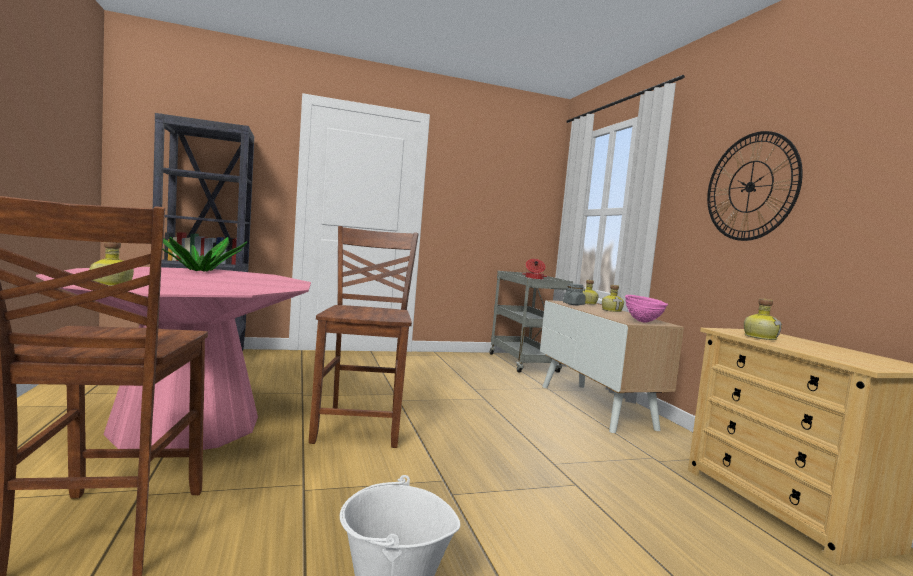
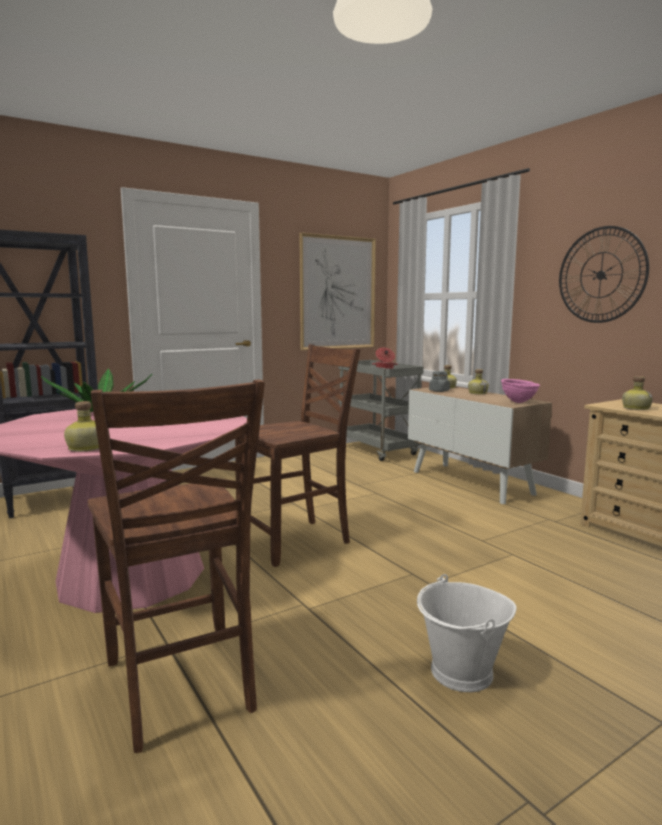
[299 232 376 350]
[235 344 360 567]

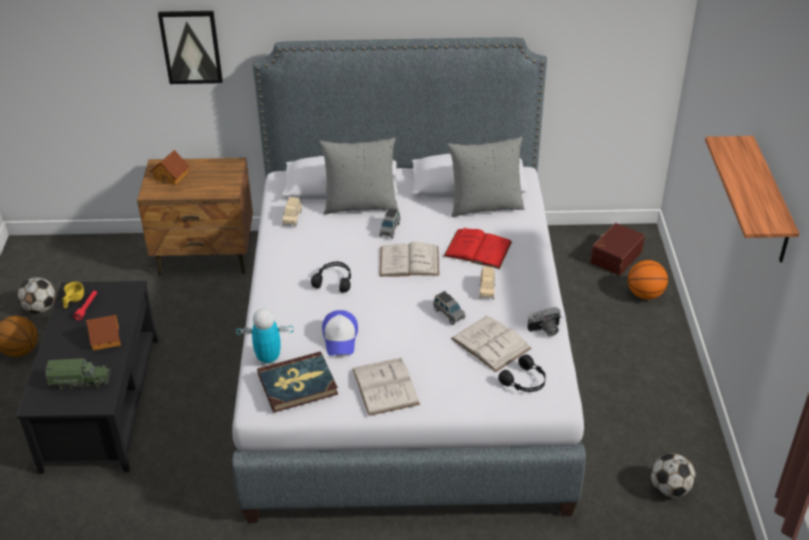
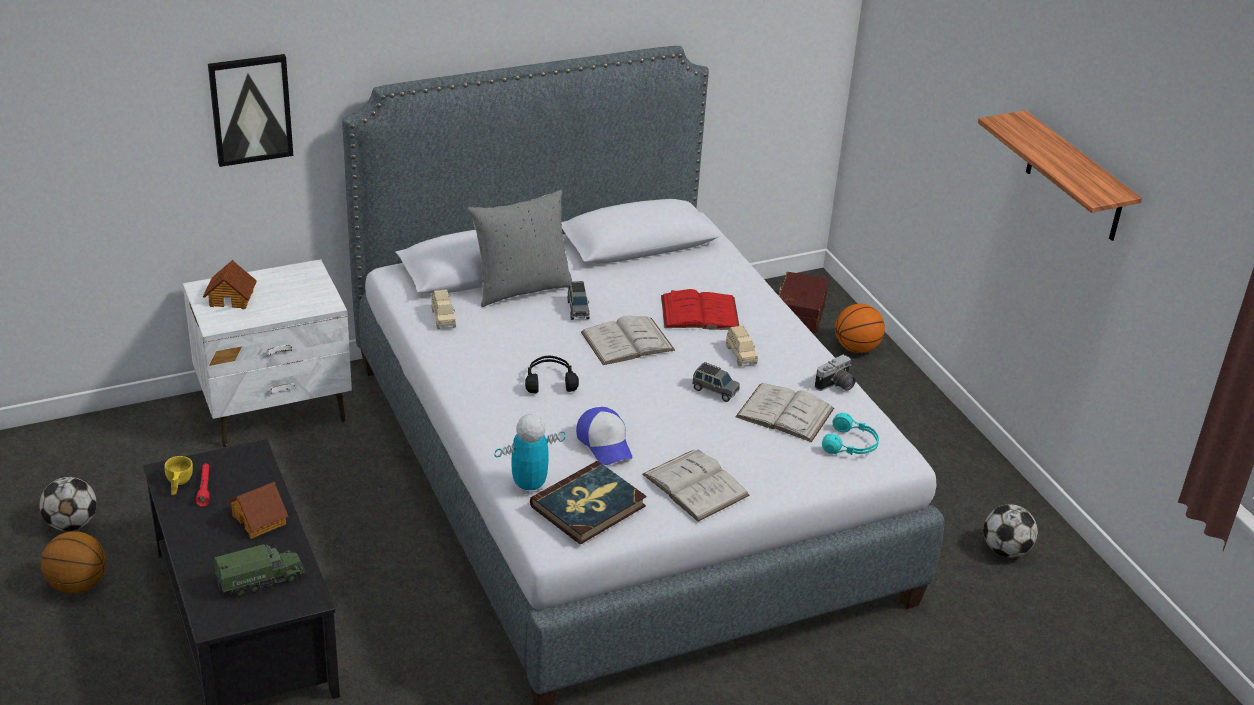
[448 137 525 217] (first image)
[183 259 352 447]
[822 413 879 455]

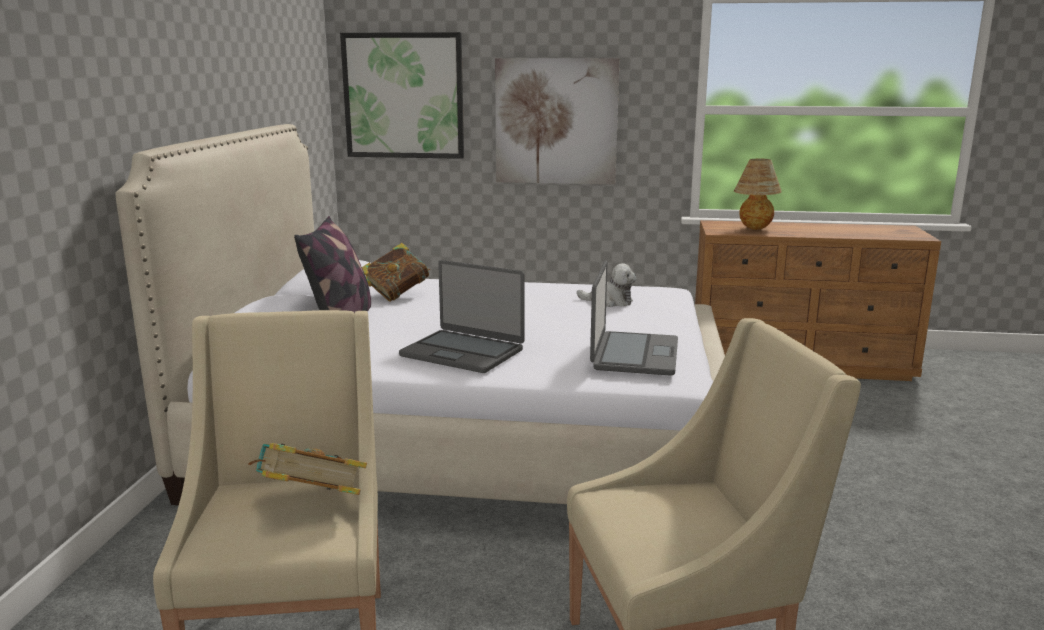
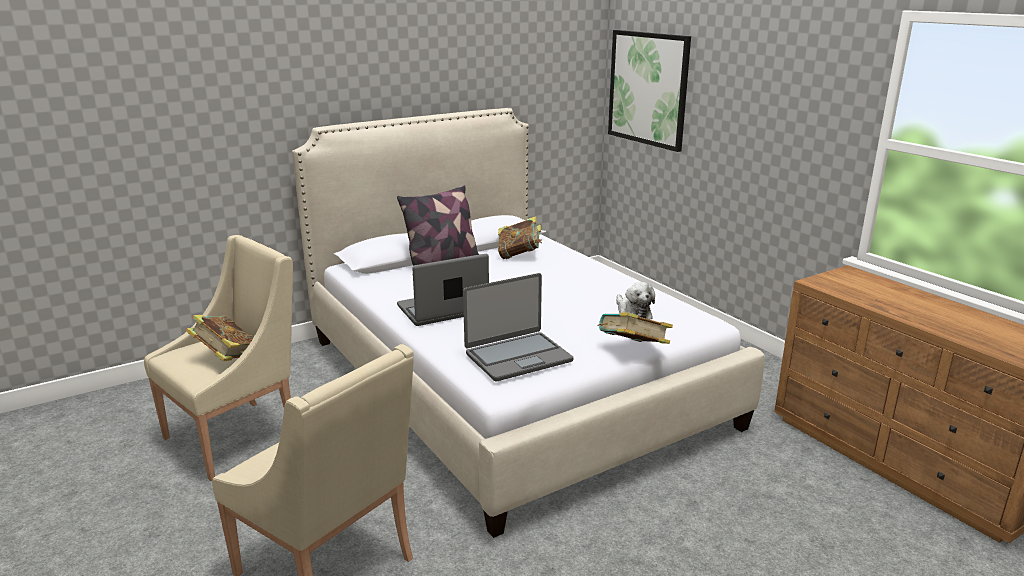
[495 58 620 185] (first image)
[734 159 782 230] (first image)
[597 312 673 344]
[397 254 489 326]

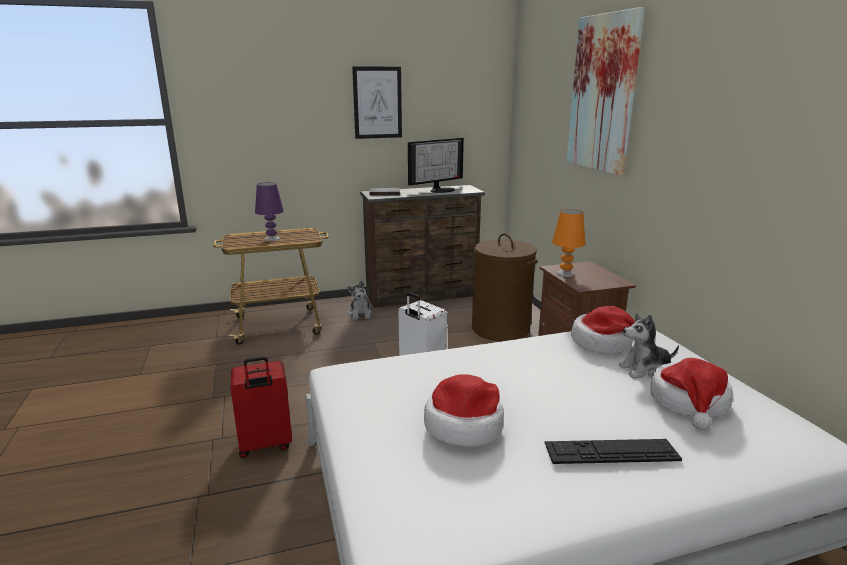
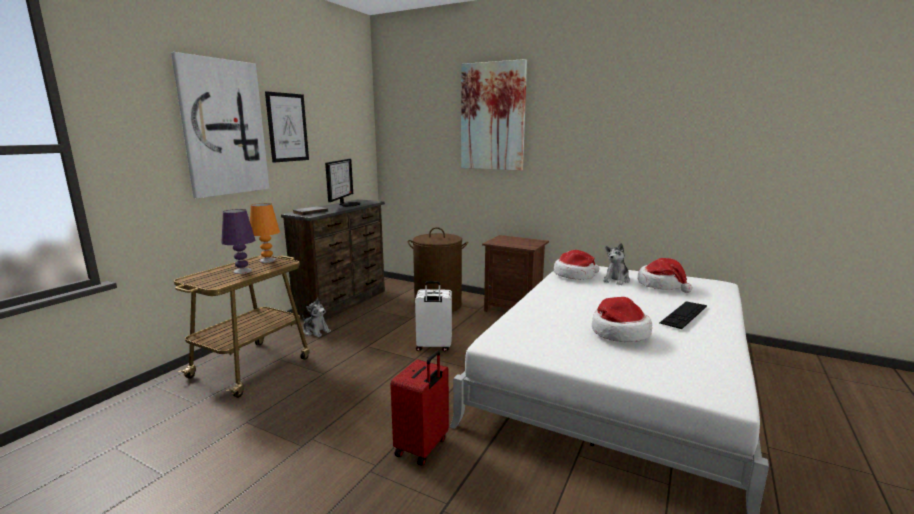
[171 52 269 198]
[250 203 280 263]

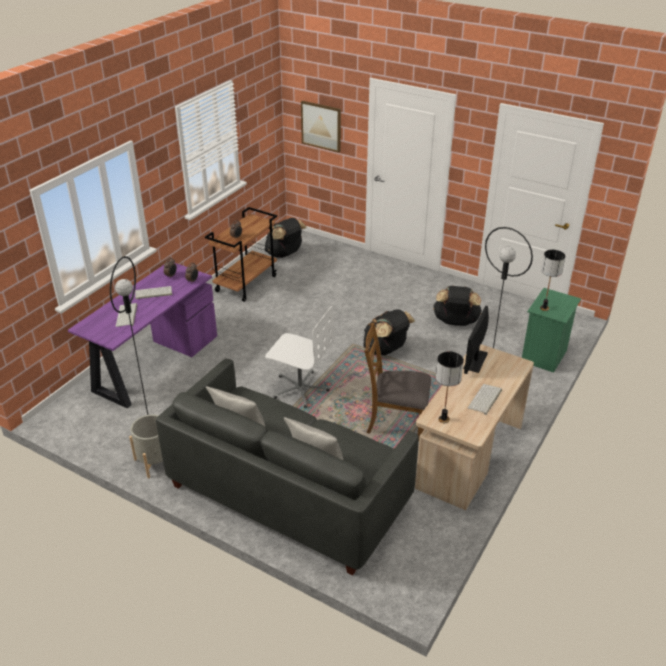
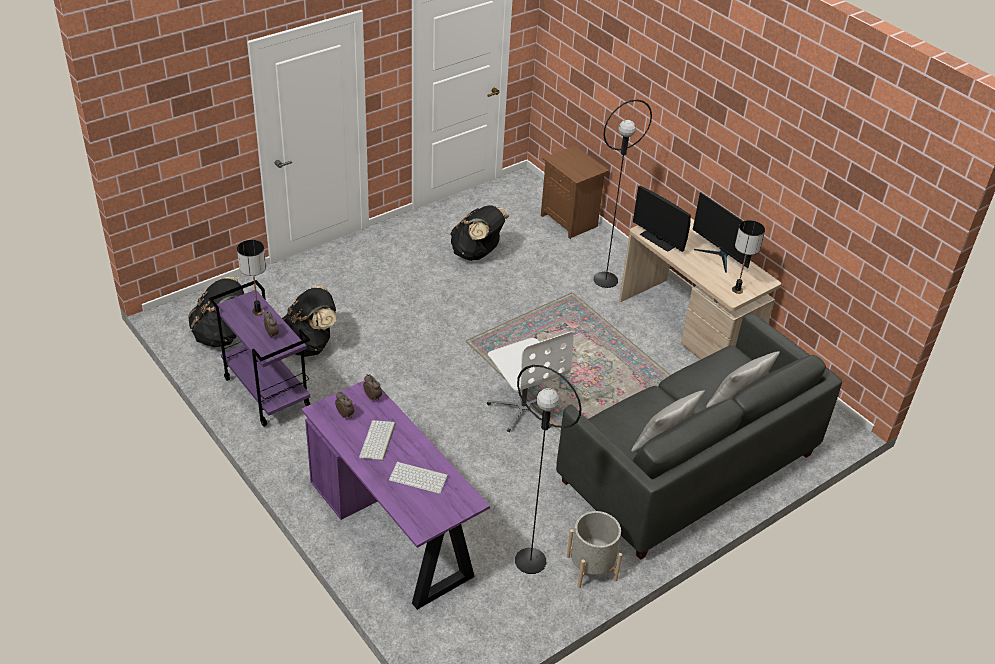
[301 101 341 152] (first image)
[364 323 431 442] (first image)
[282 286 336 357]
[237 240 266 316]
[692 192 751 273]
[209 280 310 427]
[541 146 609 239]
[487 332 574 432]

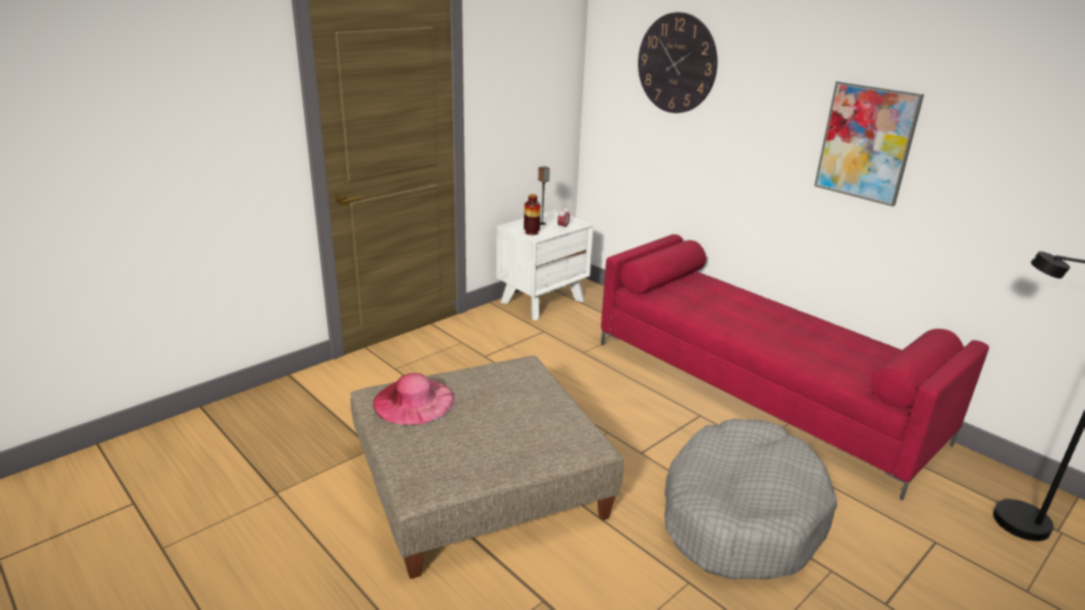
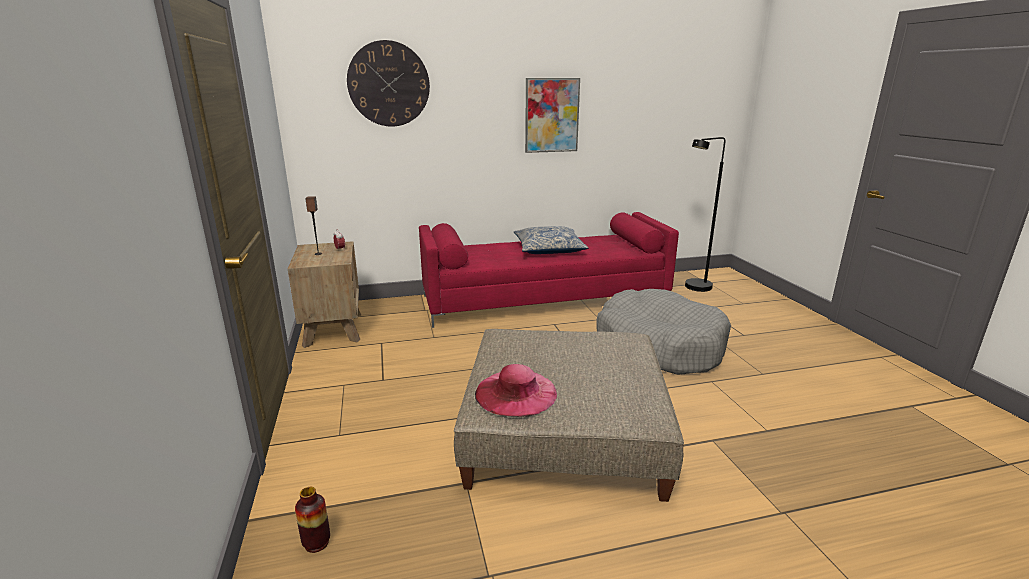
[513 226 589 254]
[295 487 330 553]
[288 241 361 348]

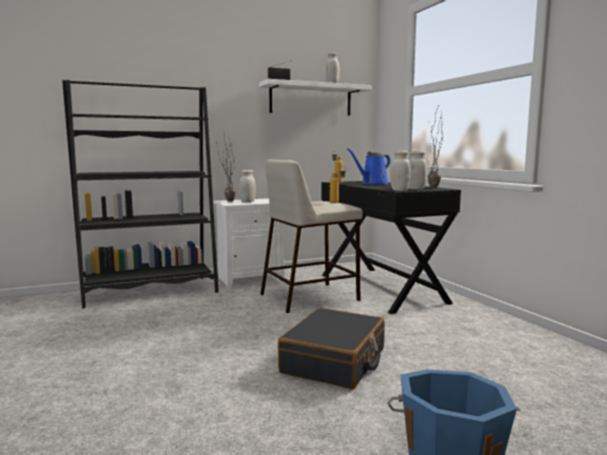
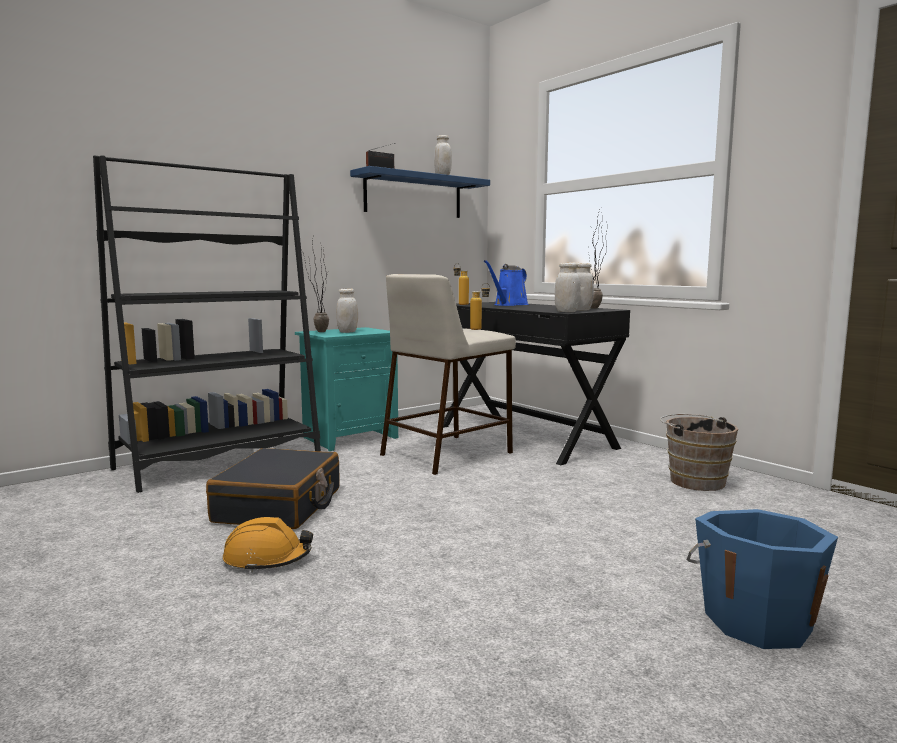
[223 517 313 572]
[660 414 738 491]
[206 448 340 529]
[295 327 398 451]
[350 166 490 218]

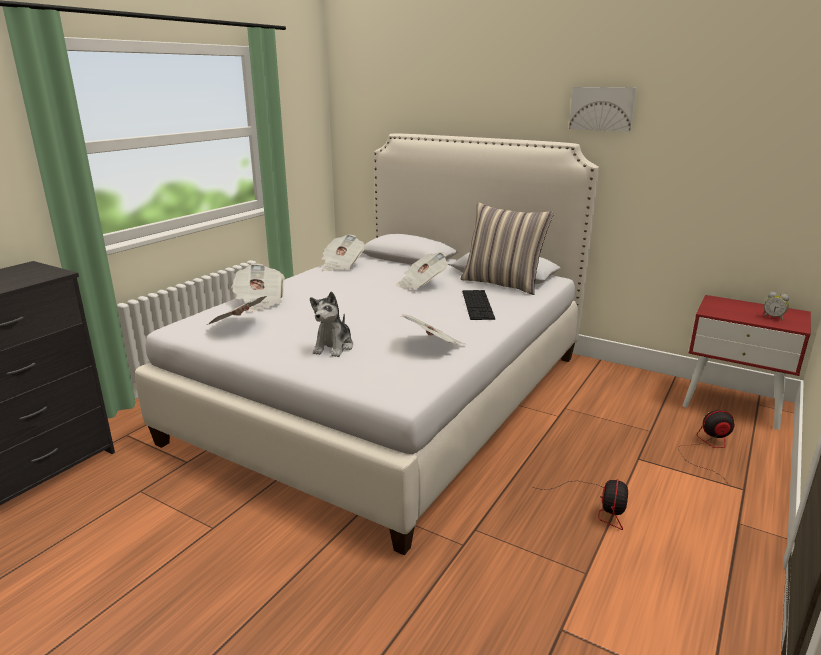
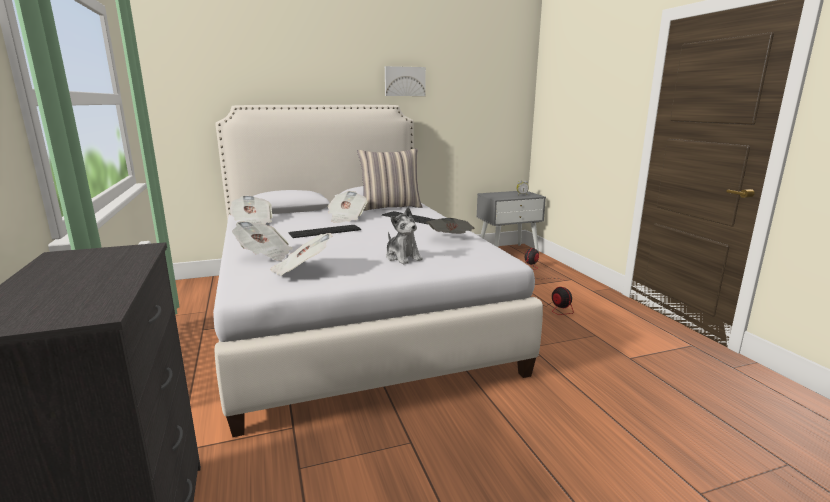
[288 225 361 238]
[476 191 546 252]

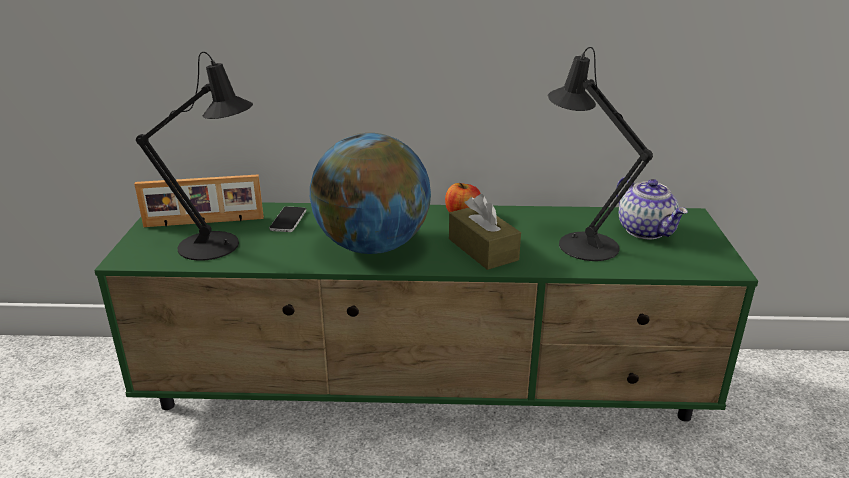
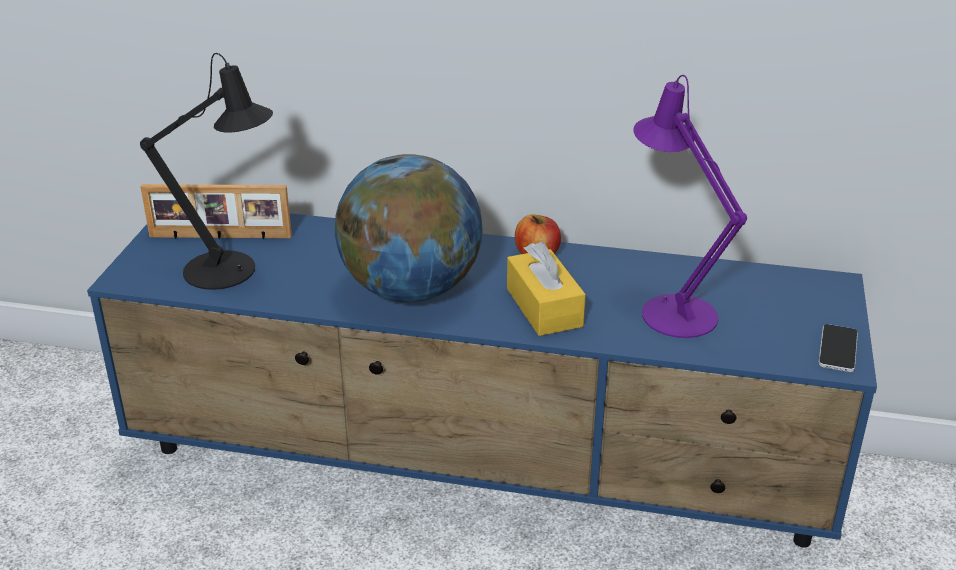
[616 177 688 239] (first image)
[818 324 858 372]
[87 213 877 548]
[507 241 586 336]
[633 75 747 338]

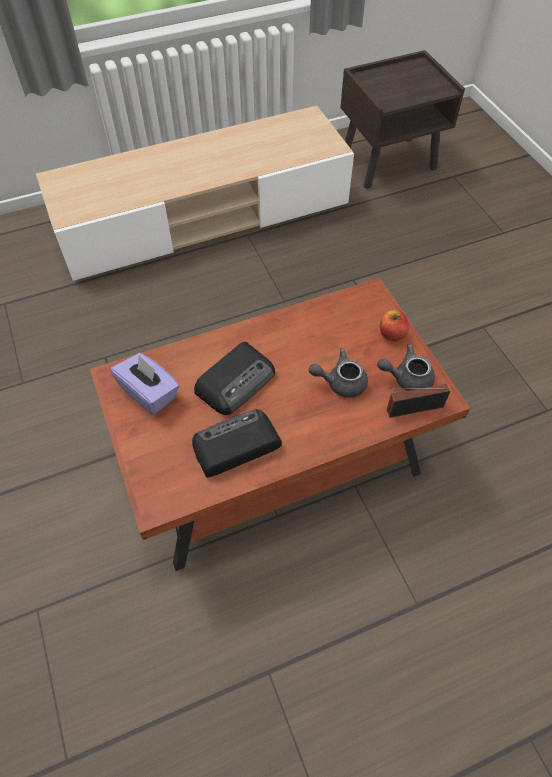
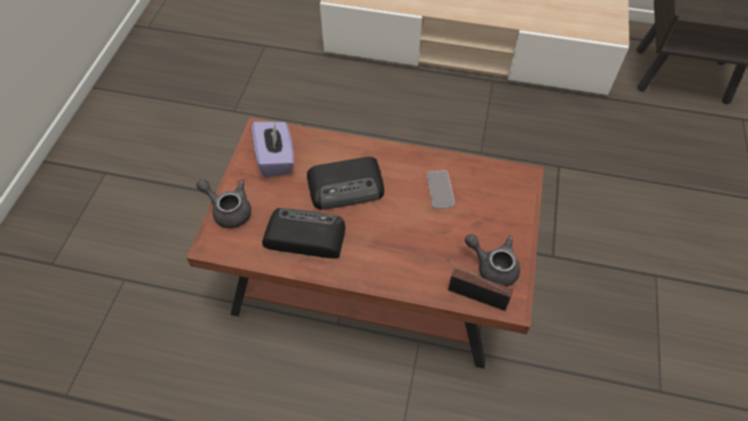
[380 310 409 341] (first image)
[427 170 455 209]
[196 179 251 228]

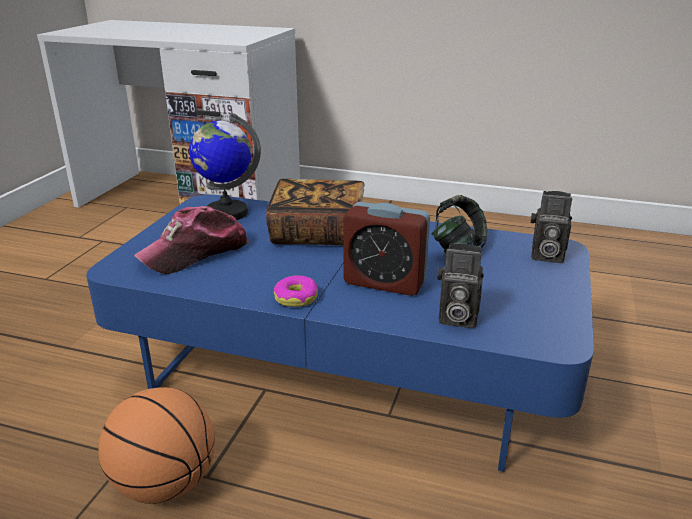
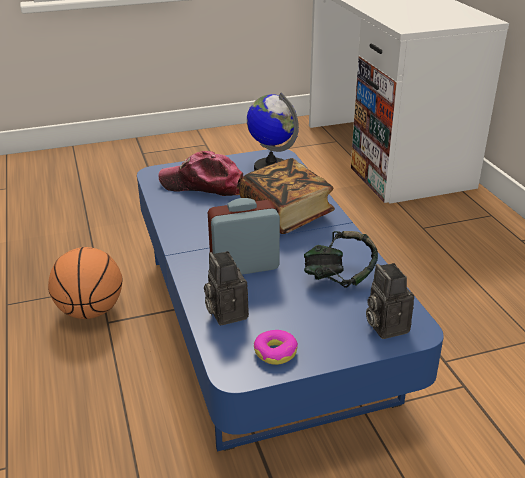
[254 330 298 365]
[208 198 280 275]

